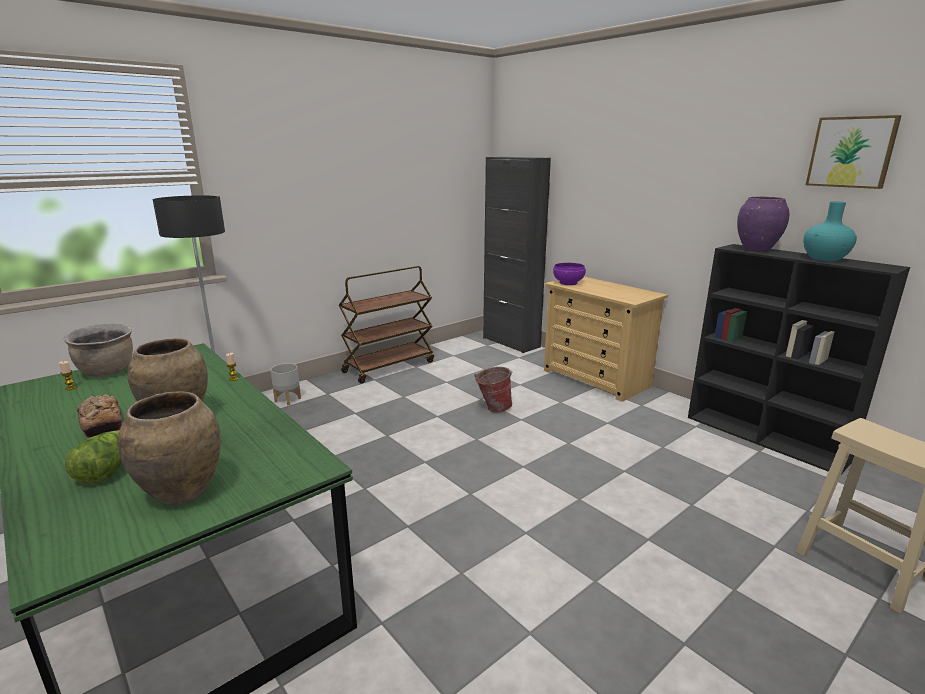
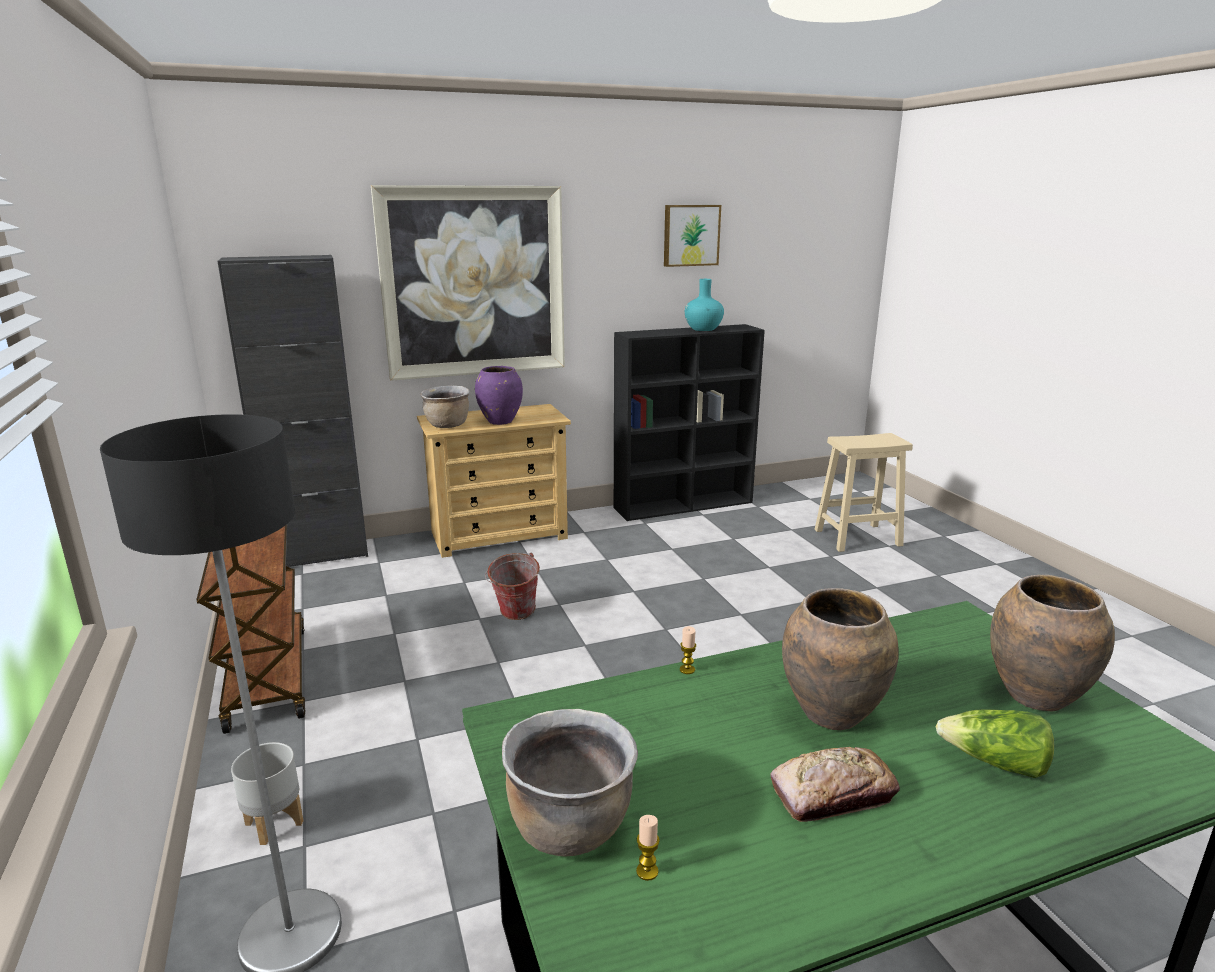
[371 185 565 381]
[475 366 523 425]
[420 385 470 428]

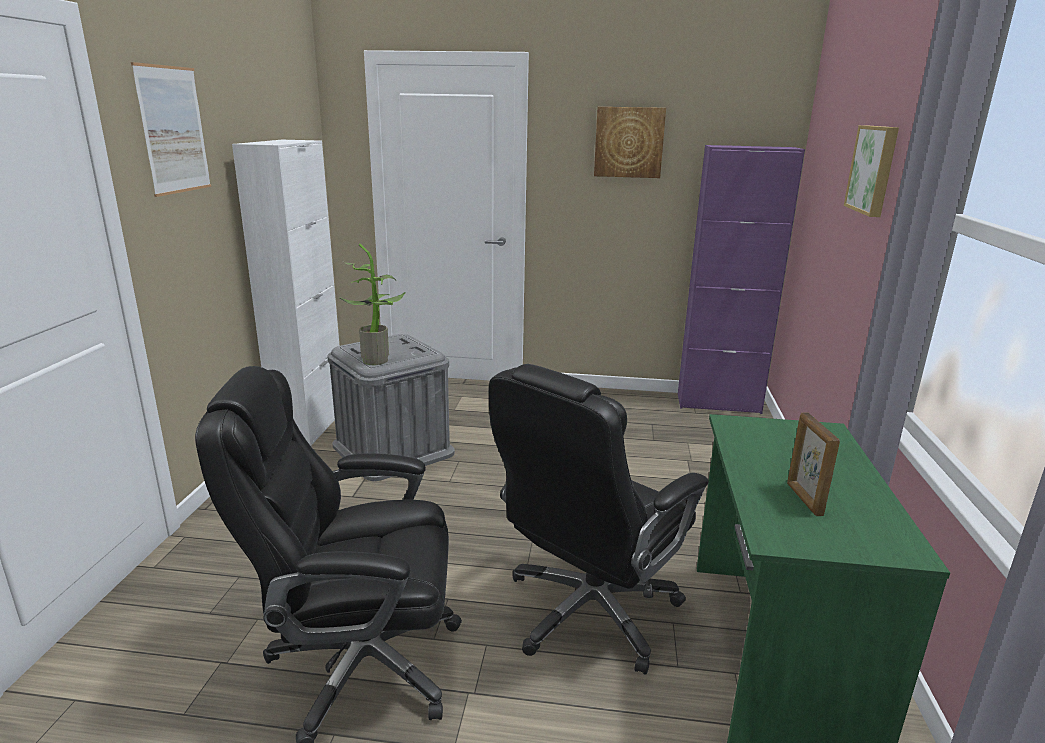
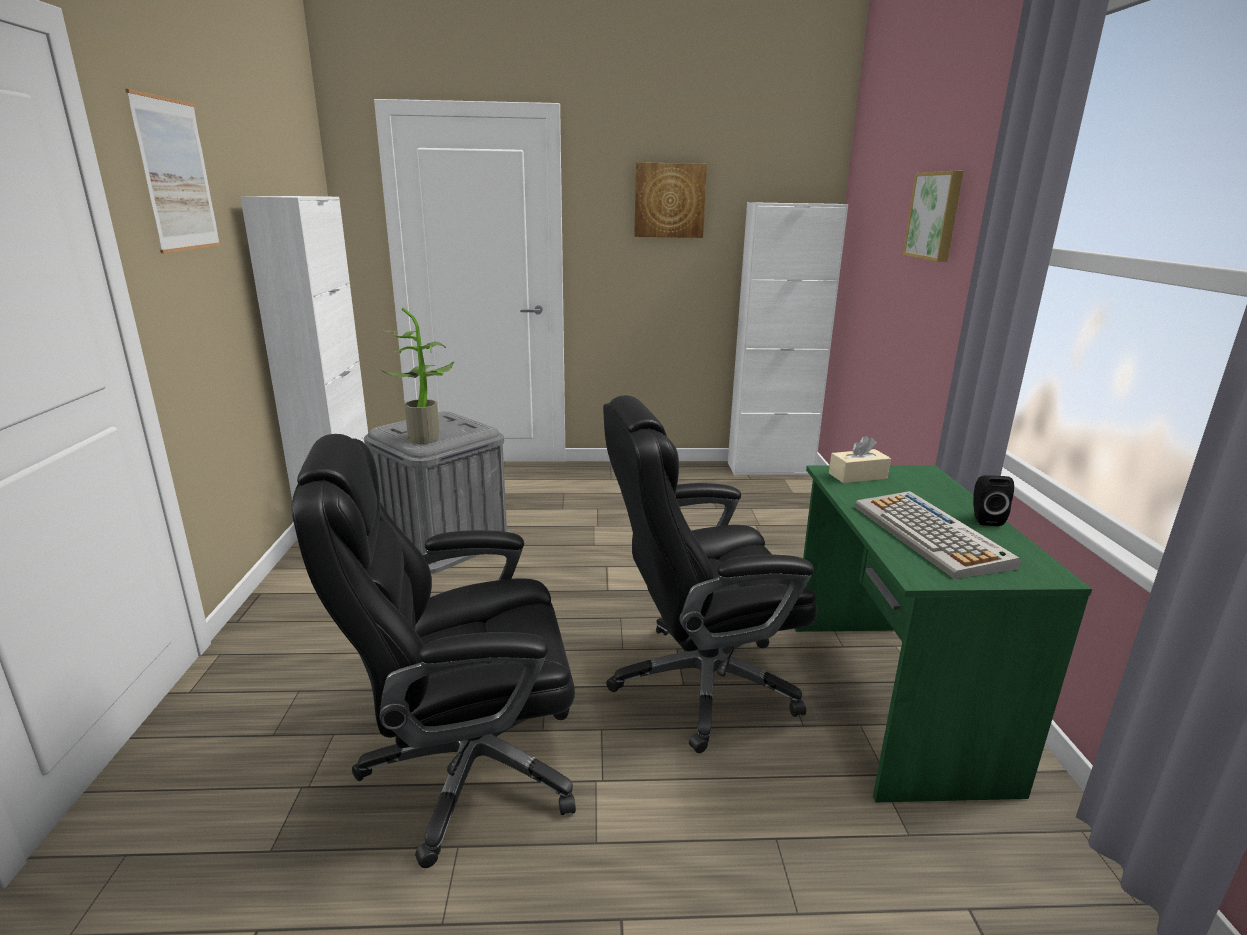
[829 436 891 483]
[973 475 1014 526]
[855 491 1021 579]
[728 202 848 476]
[603 395 817 753]

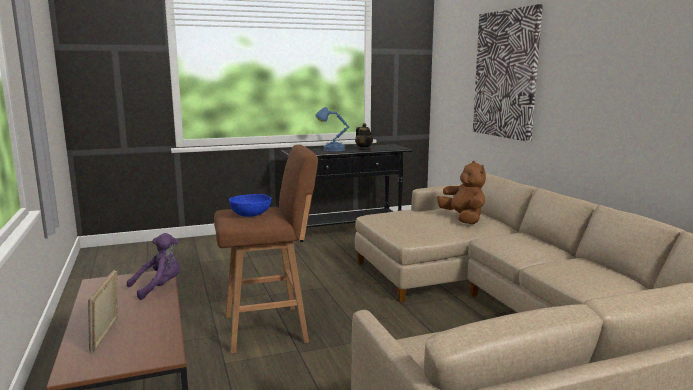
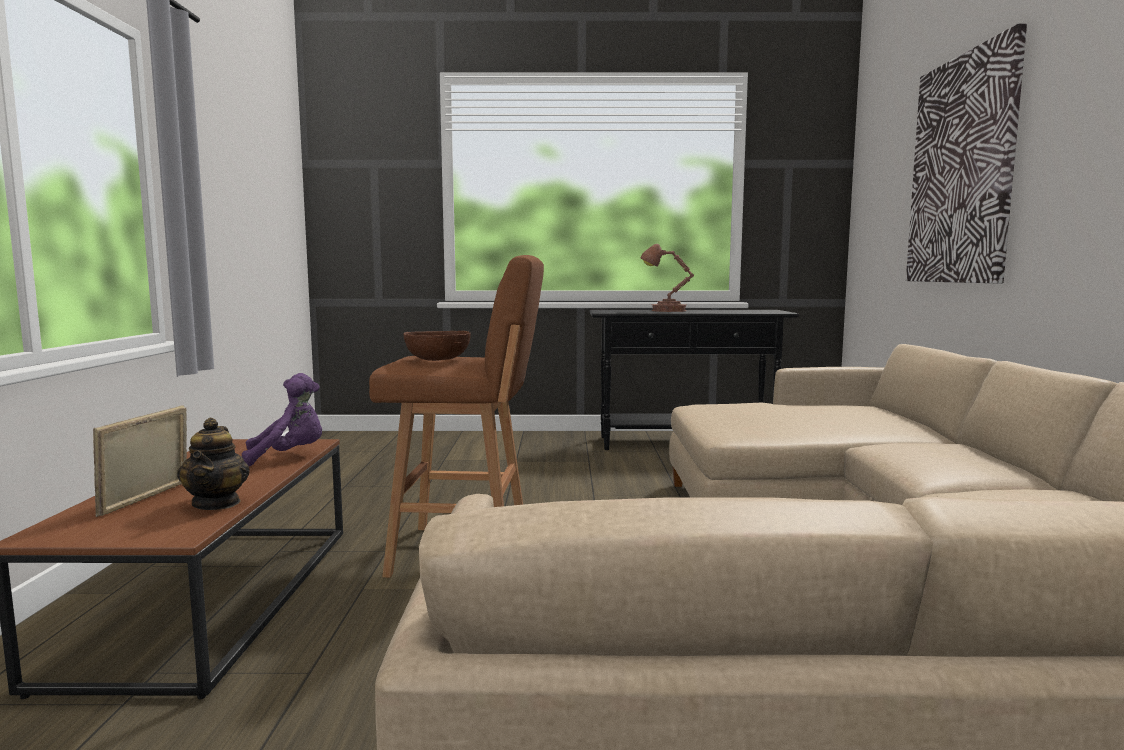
[437 161 486 224] (first image)
[177 418 250 510]
[403 331 471 361]
[641 244 694 312]

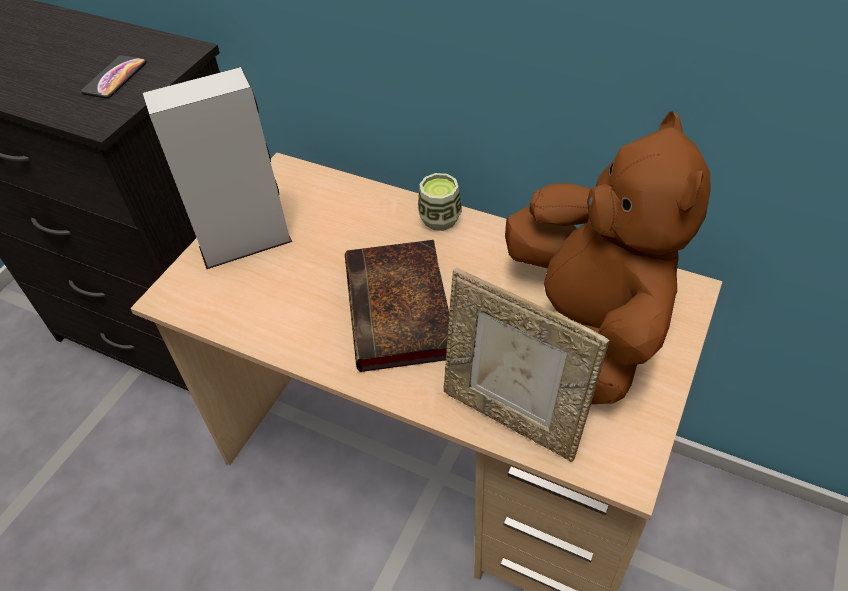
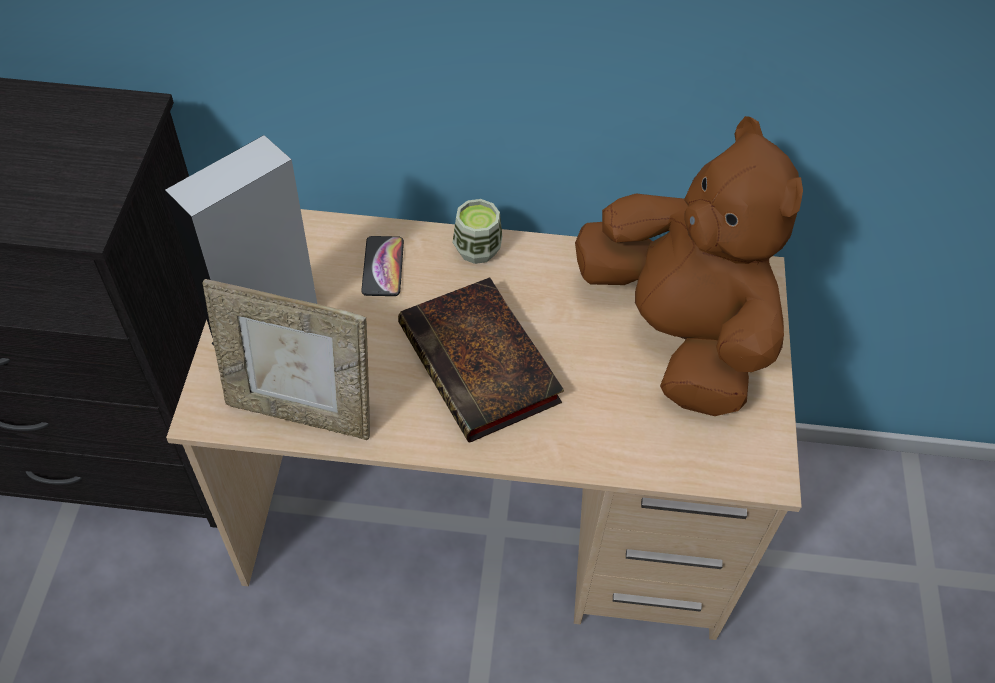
[361 236 404 296]
[202 279 370 440]

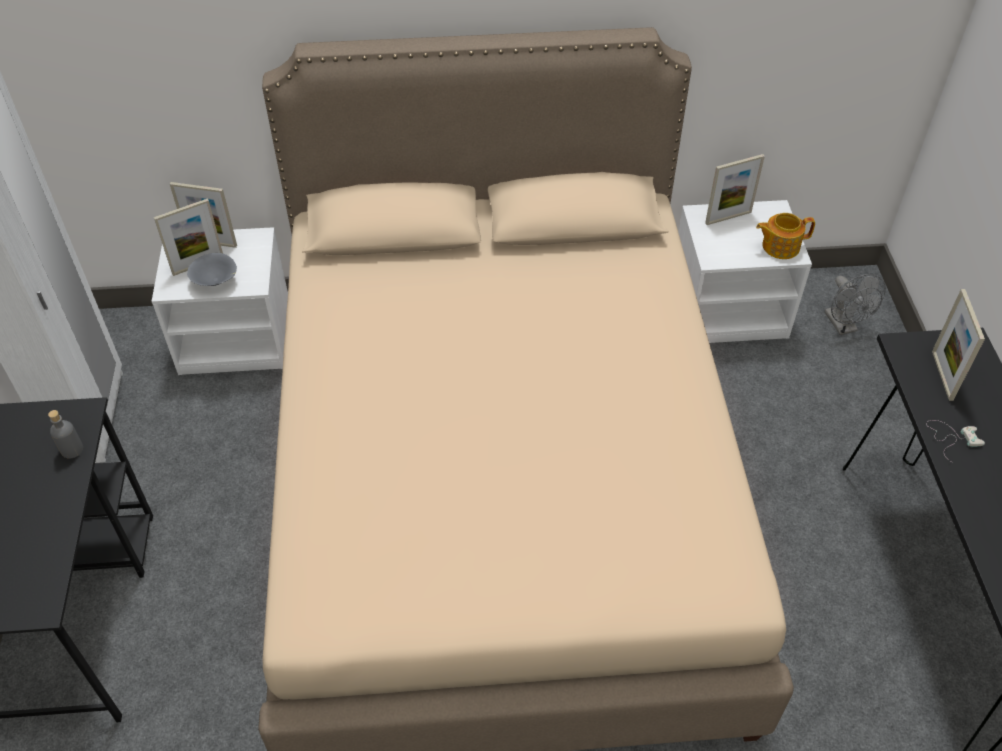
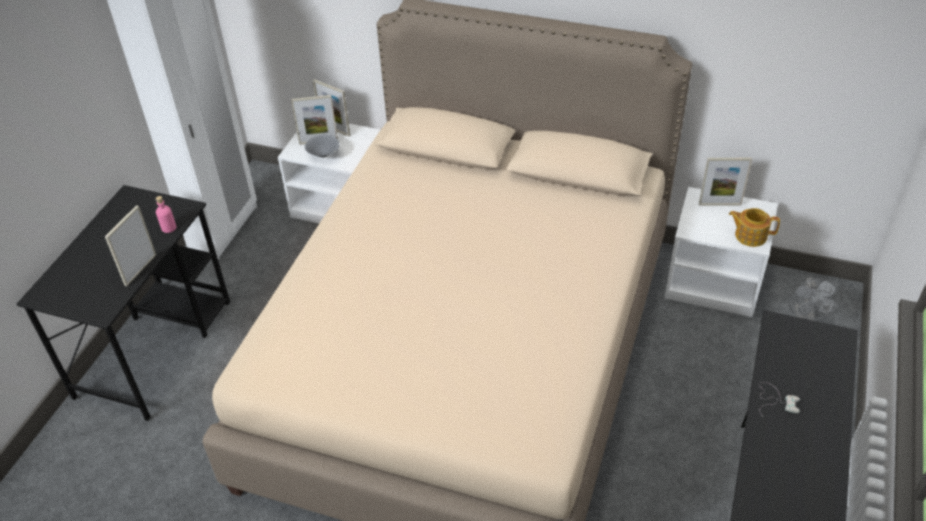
[105 205 156 286]
[156 196 176 233]

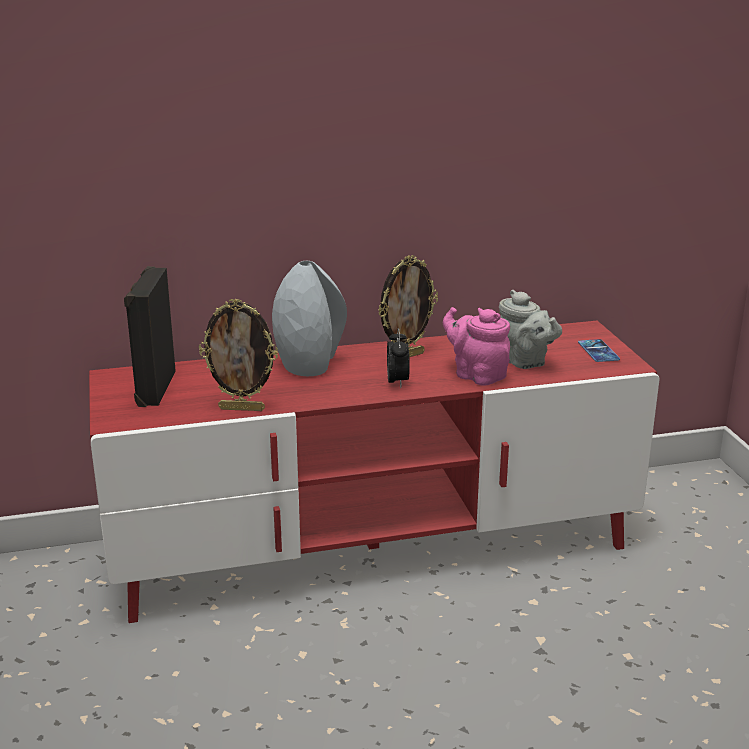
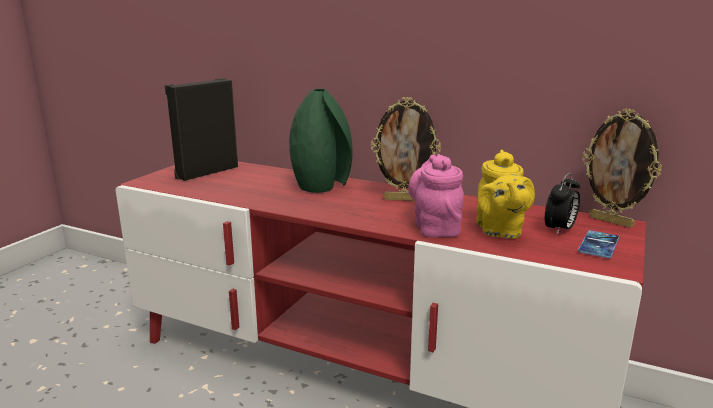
[582 109 662 228]
[545 173 580 235]
[289 89 353 193]
[476 150 535 239]

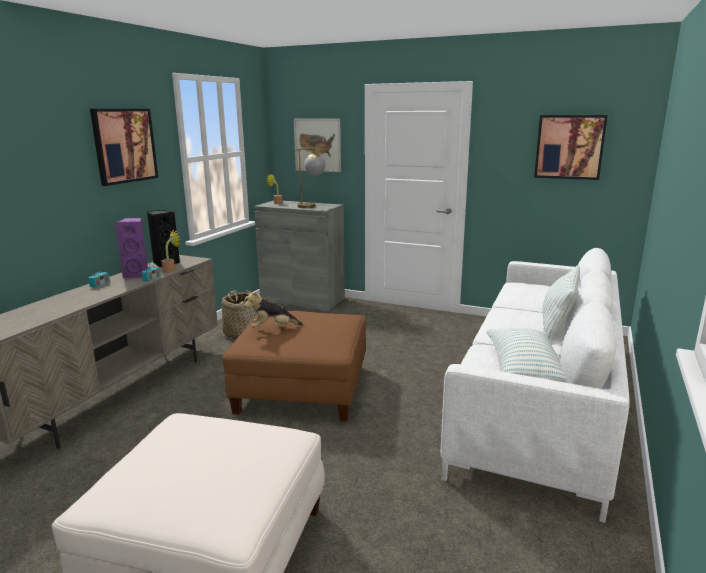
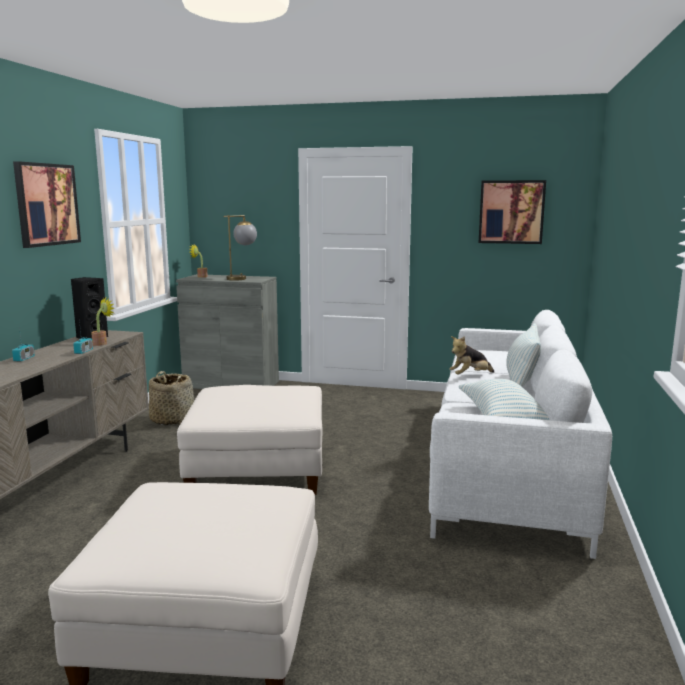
[115 217 148 278] (first image)
[294 119 341 172] (first image)
[449 336 494 374]
[177 385 322 495]

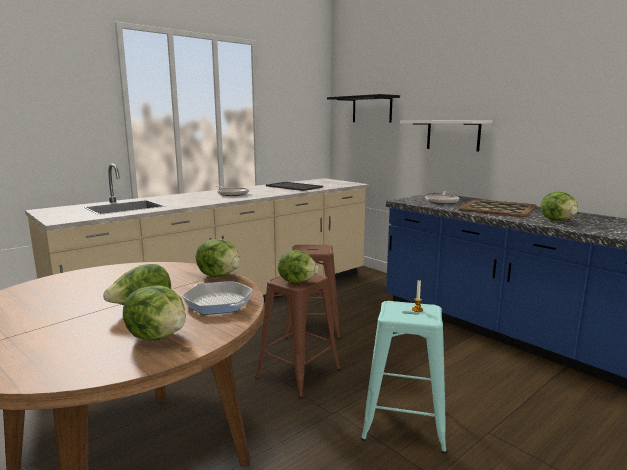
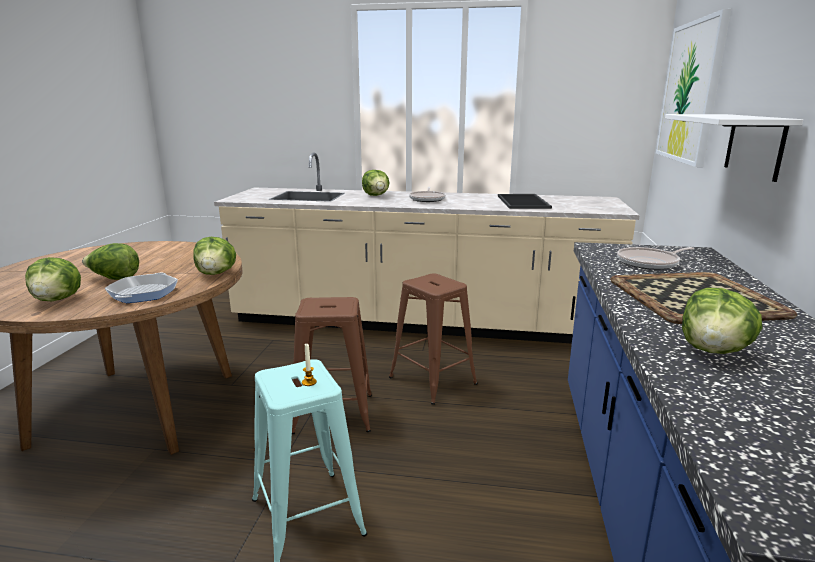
[362 170 390 196]
[656 9 731 167]

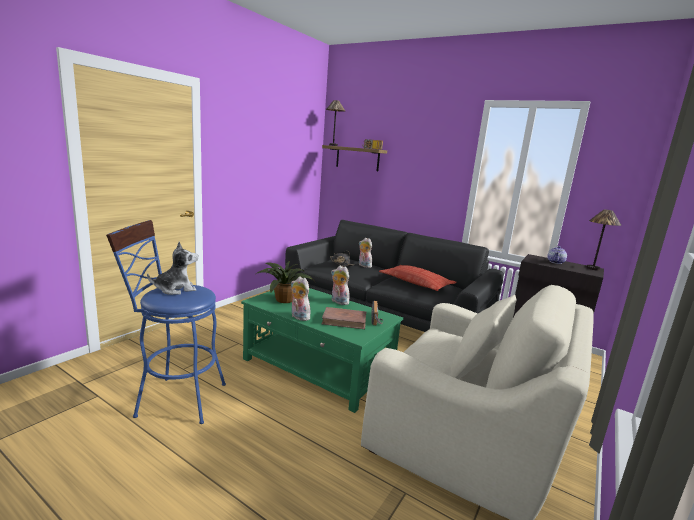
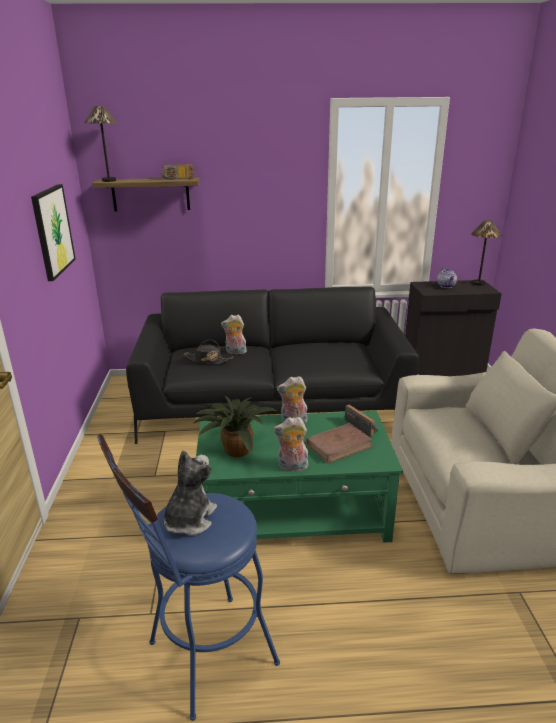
[379 265 456 291] (first image)
[31 184 76 281]

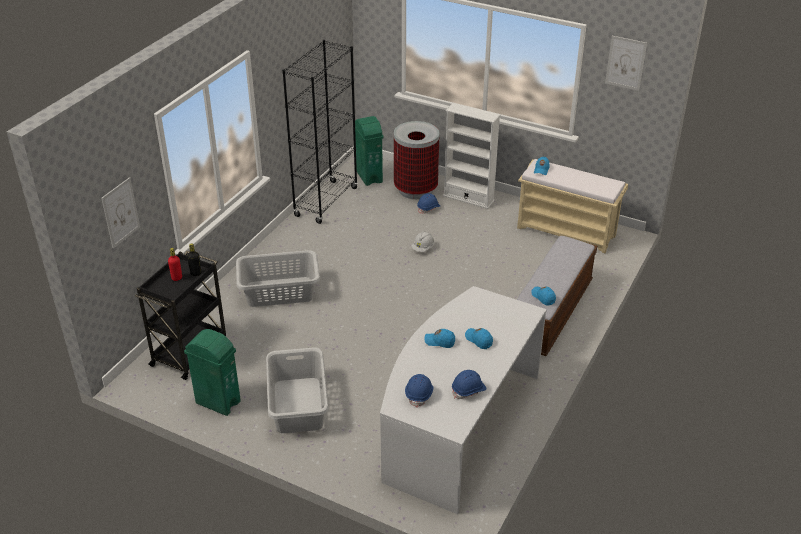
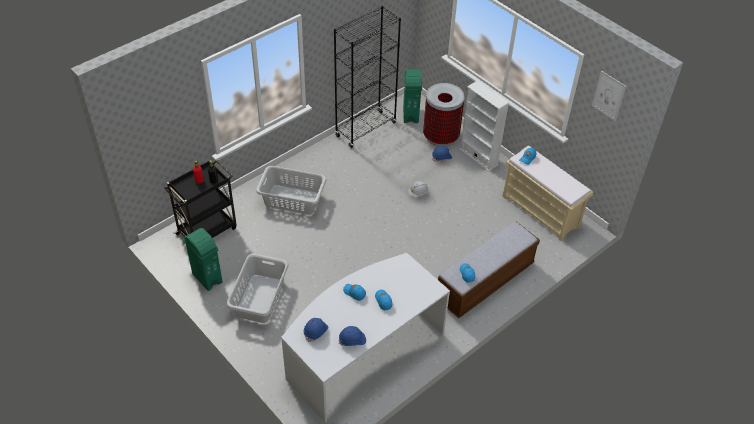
[101 177 140 249] (first image)

